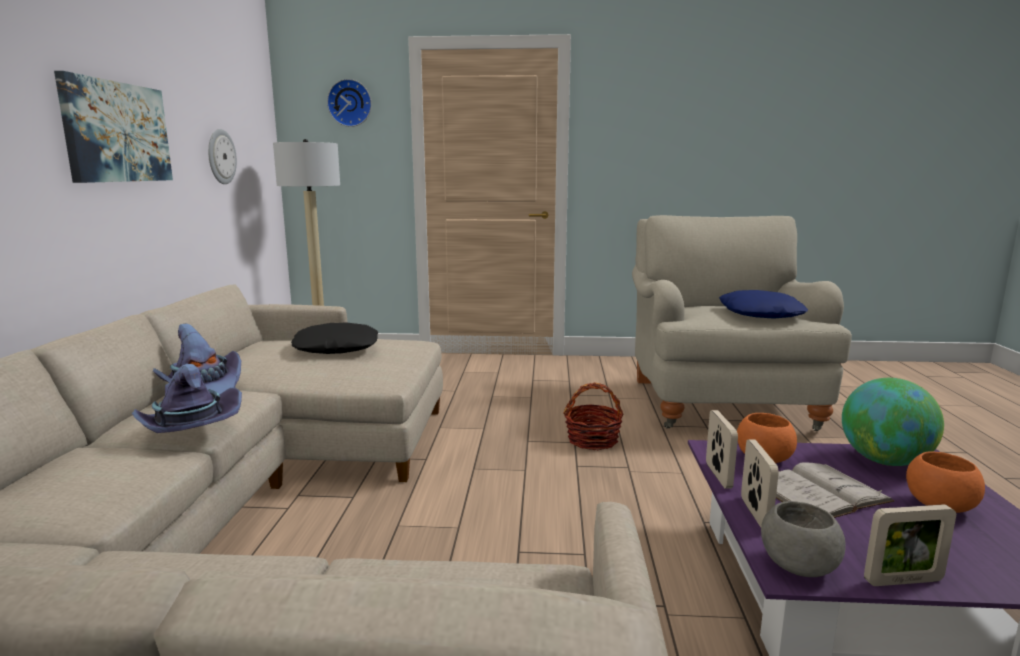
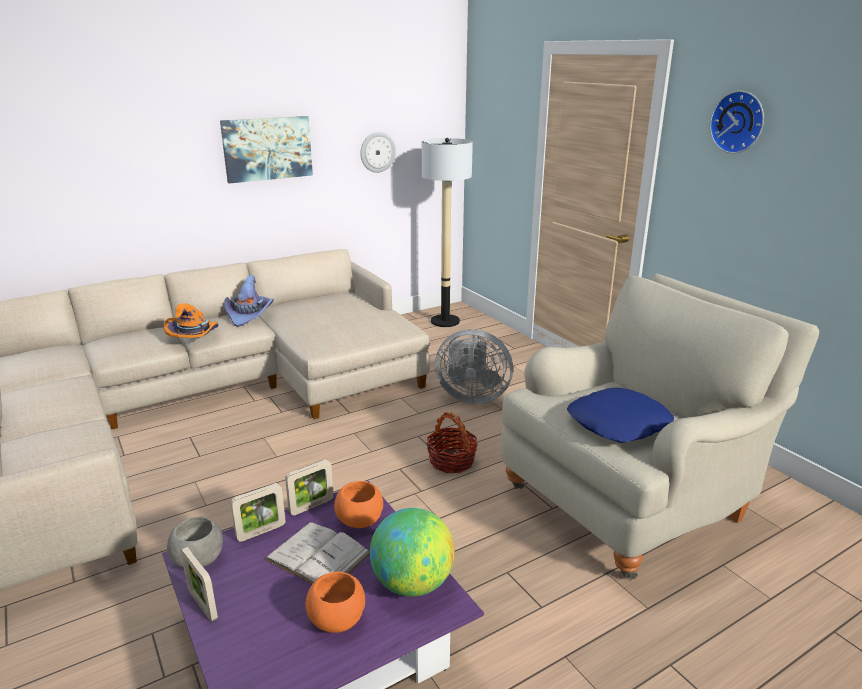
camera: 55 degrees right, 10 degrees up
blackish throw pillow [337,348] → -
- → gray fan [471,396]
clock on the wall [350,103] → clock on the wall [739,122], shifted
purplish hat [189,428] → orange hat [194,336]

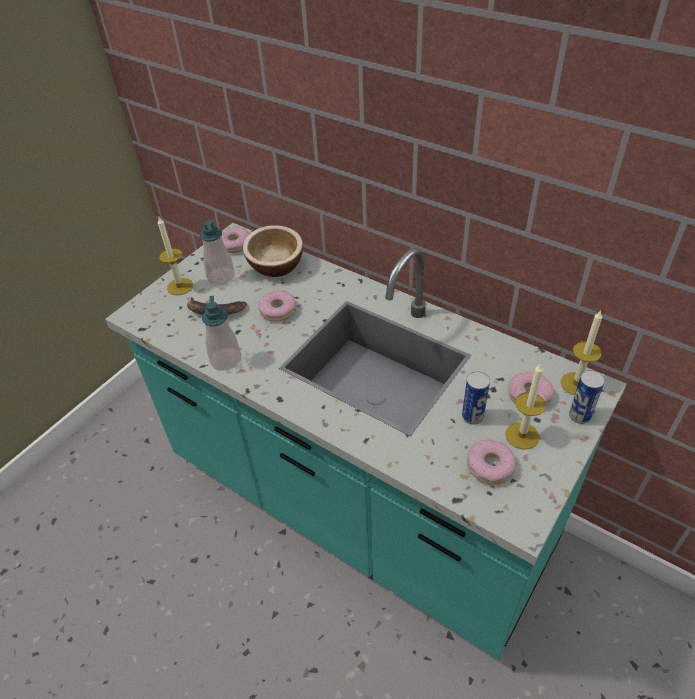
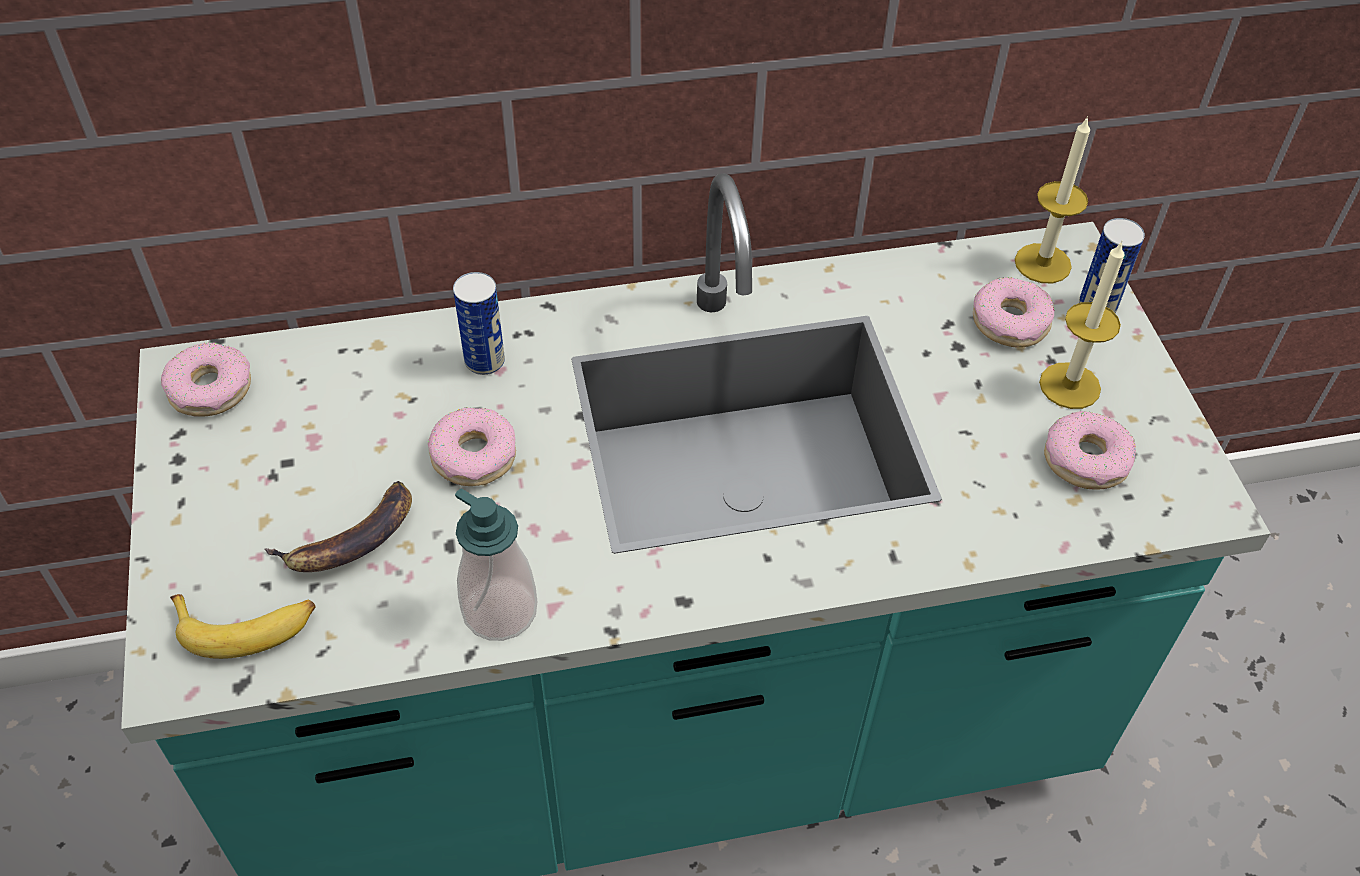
camera: 50 degrees left, 5 degrees up
candle [180,286] → -
soap dispenser [221,276] → -
deep dish [275,265] → -
- → banana fruit [247,626]
sealed can [472,416] → sealed can [484,361], shifted

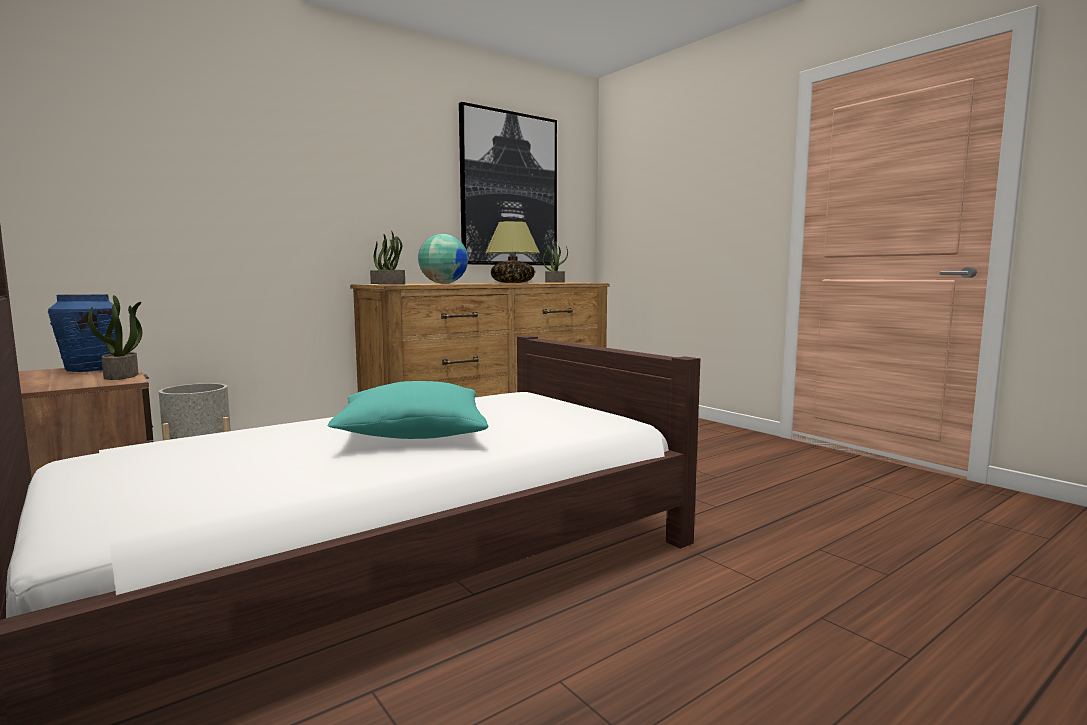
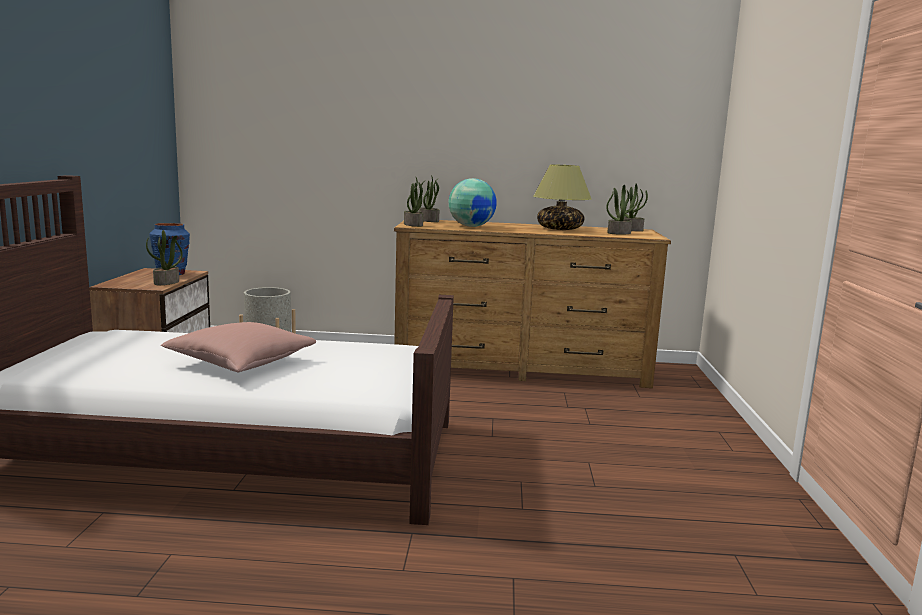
camera: 40 degrees right, 5 degrees up
wall picture [509,190] → -
- → plant in a pot [619,233]
blue-green throw pillow [412,434] → pink throw pillow [241,363]

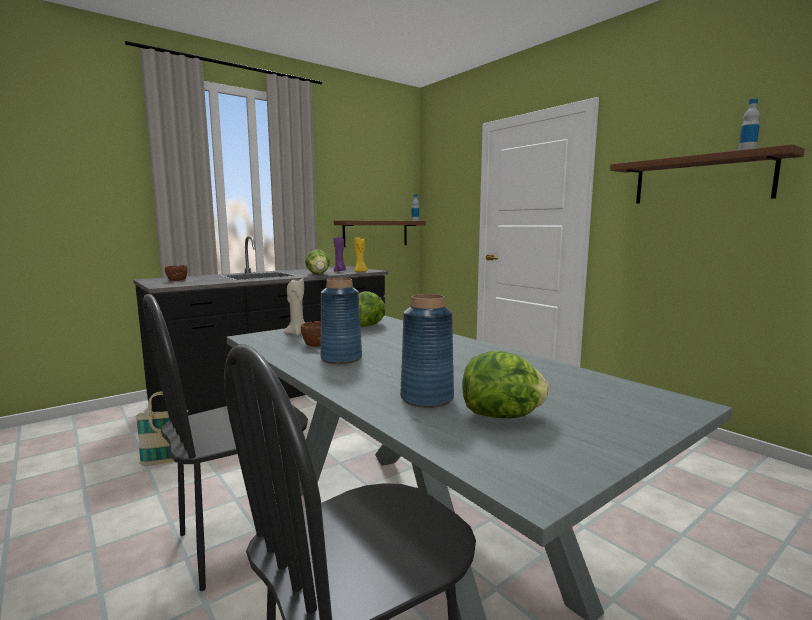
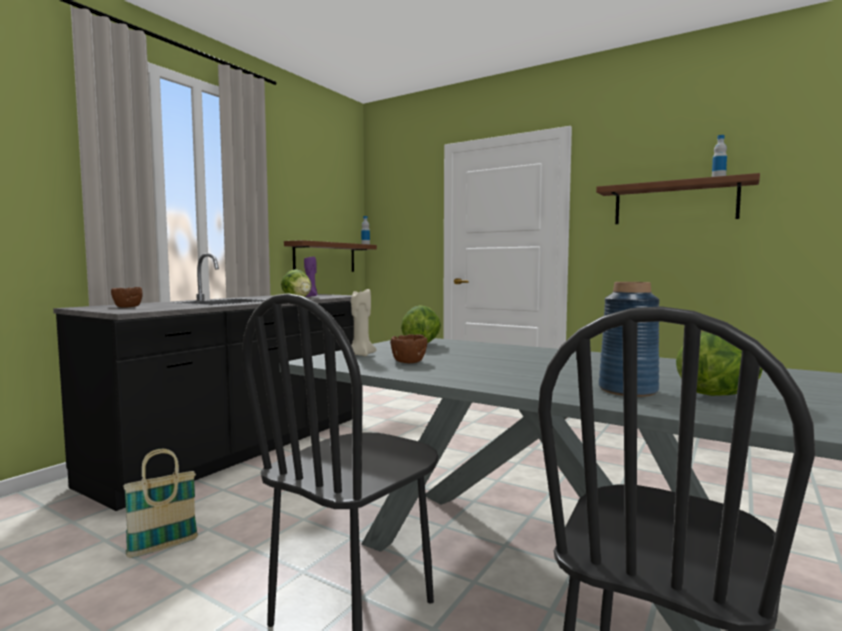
camera: 20 degrees left, 5 degrees down
bluish flower vase [341,358] → -
yellow-coloured candle [360,272] → -

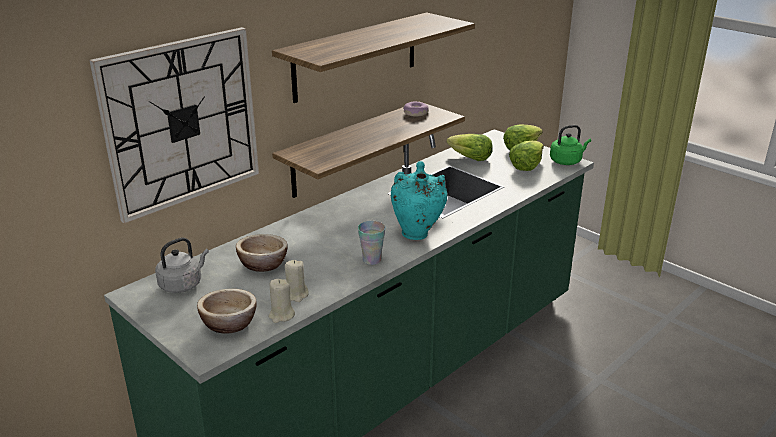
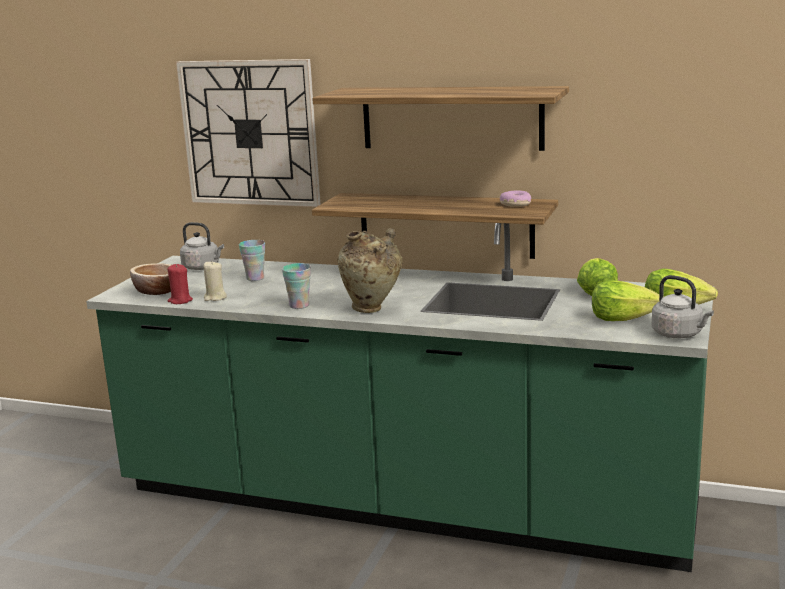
camera: 65 degrees right, 10 degrees down
deep dish [263,264] → cup [255,278]
beige candle [281,315] → red-coloured candle [180,301]
blue-green flower vase [417,233] → beige flower vase [372,309]
green water kettle [567,161] → gray water kettle [679,334]

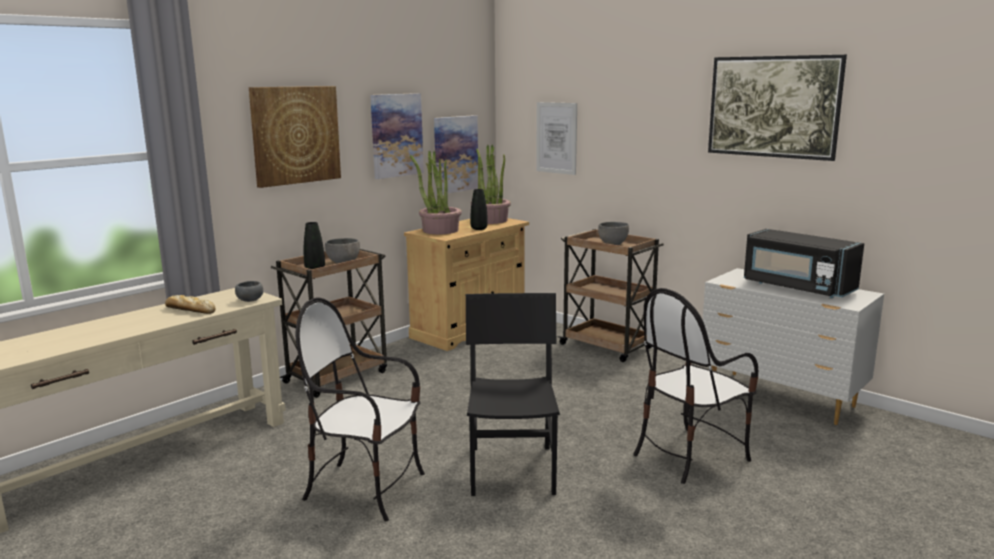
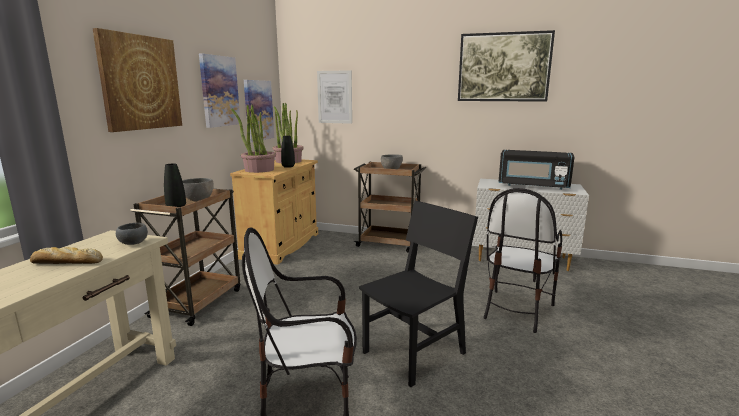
camera: 25 degrees left, 0 degrees up
blackish chair [512,469] → blackish chair [414,353], 75 degrees clockwise

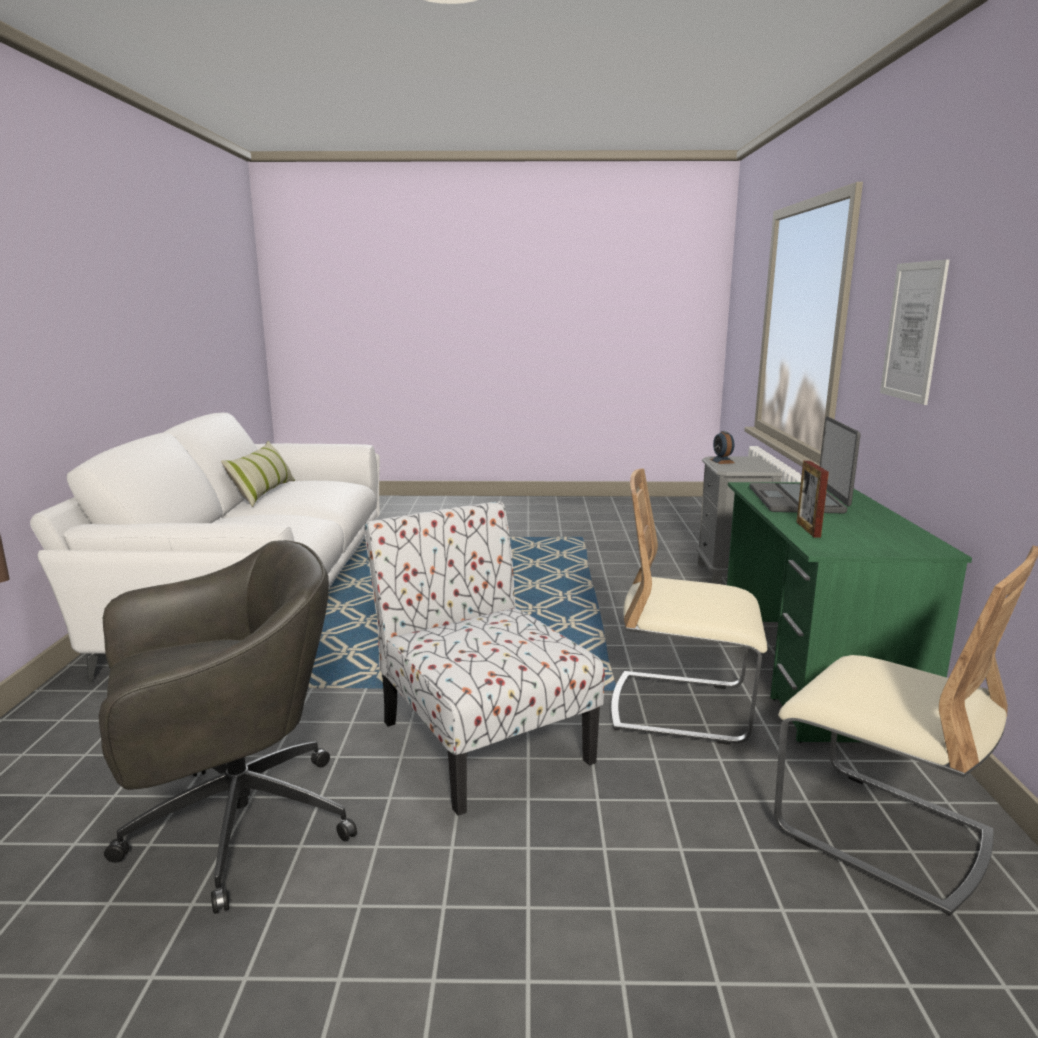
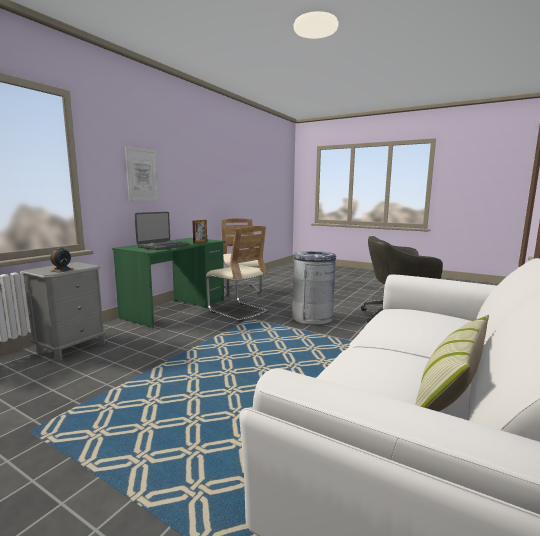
camera: 150 degrees left, 5 degrees down
chair [481,739] → gray waste bin [312,318]

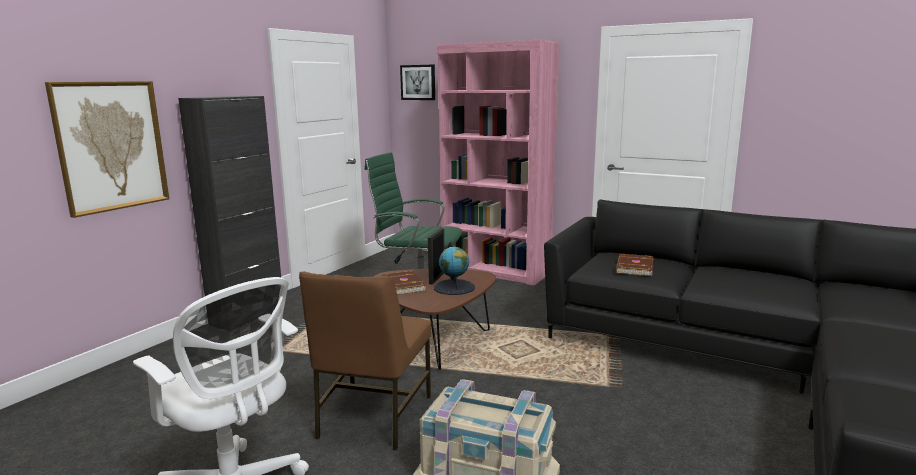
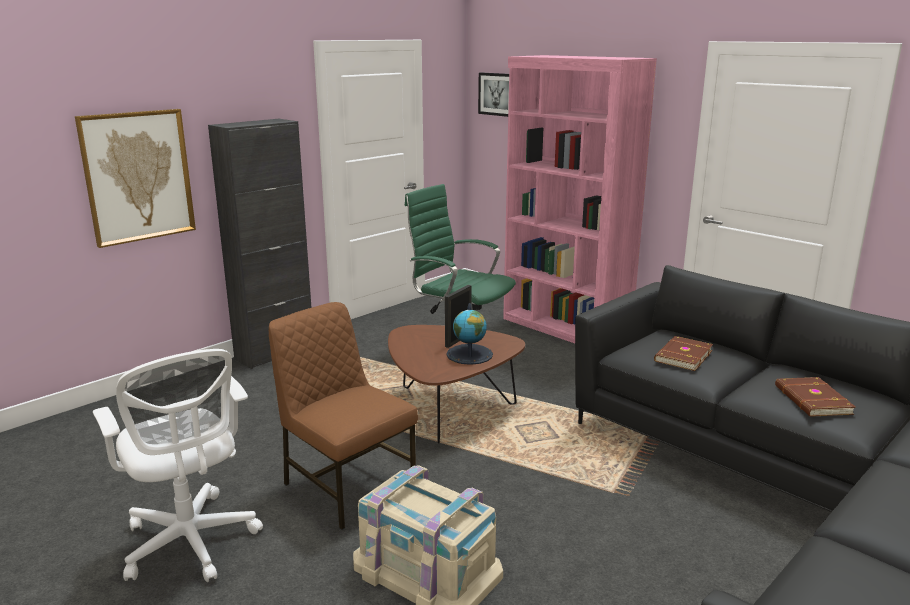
camera: 15 degrees right, 5 degrees up
brown-coloured bound book [402,286] → brown-coloured bound book [811,400], shifted
brown-coloured chair [373,417] → brown-coloured chair [346,485], 105 degrees clockwise

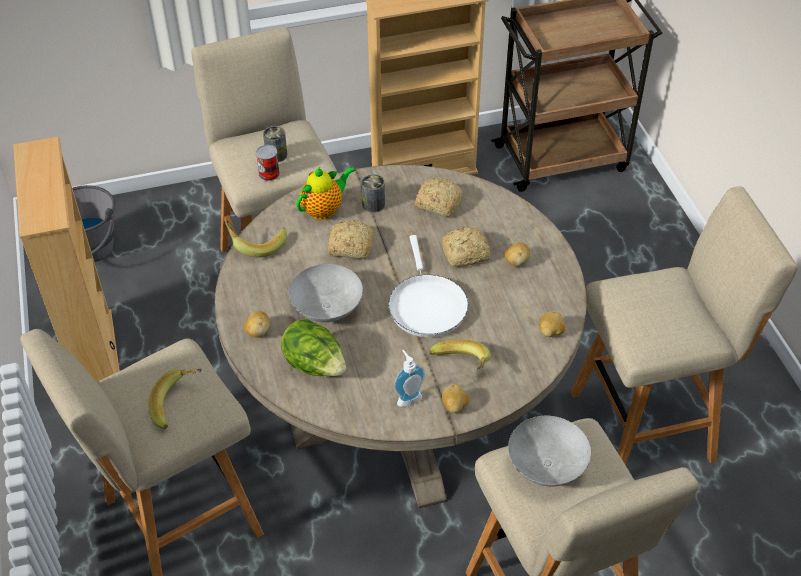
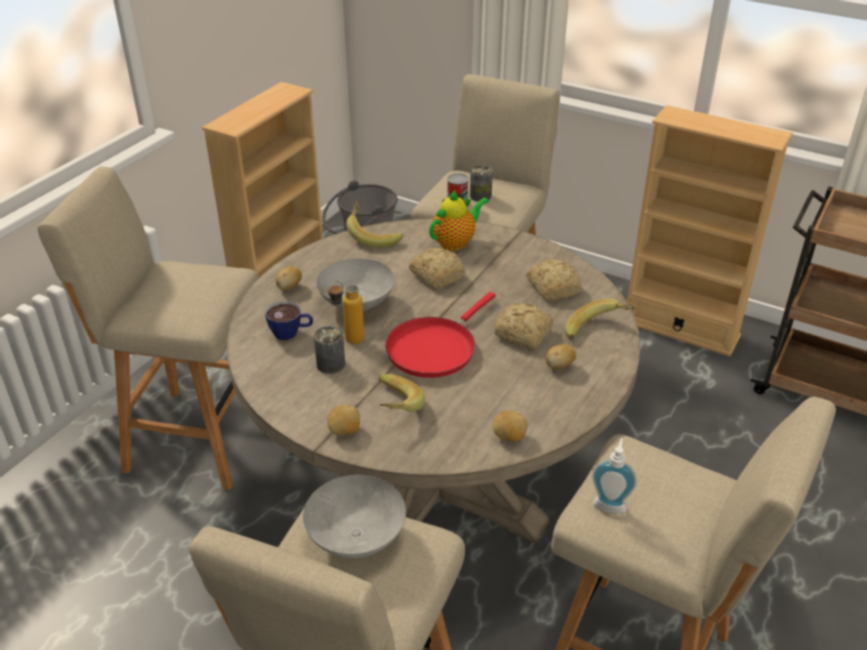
camera: 45 degrees right, 10 degrees down
- → drink bottle [348,342]
banana fruit [178,404] → banana fruit [597,332], shifted
sealed can [373,204] → sealed can [330,364], shifted
soap dispenser [407,398] → soap dispenser [610,504], shifted
lettuce [315,365] → cup [291,333]
whitish frying pan [426,304] → red-coloured frying pan [434,348]
tea pot [324,209] → tea pot [456,242], 45 degrees counterclockwise

